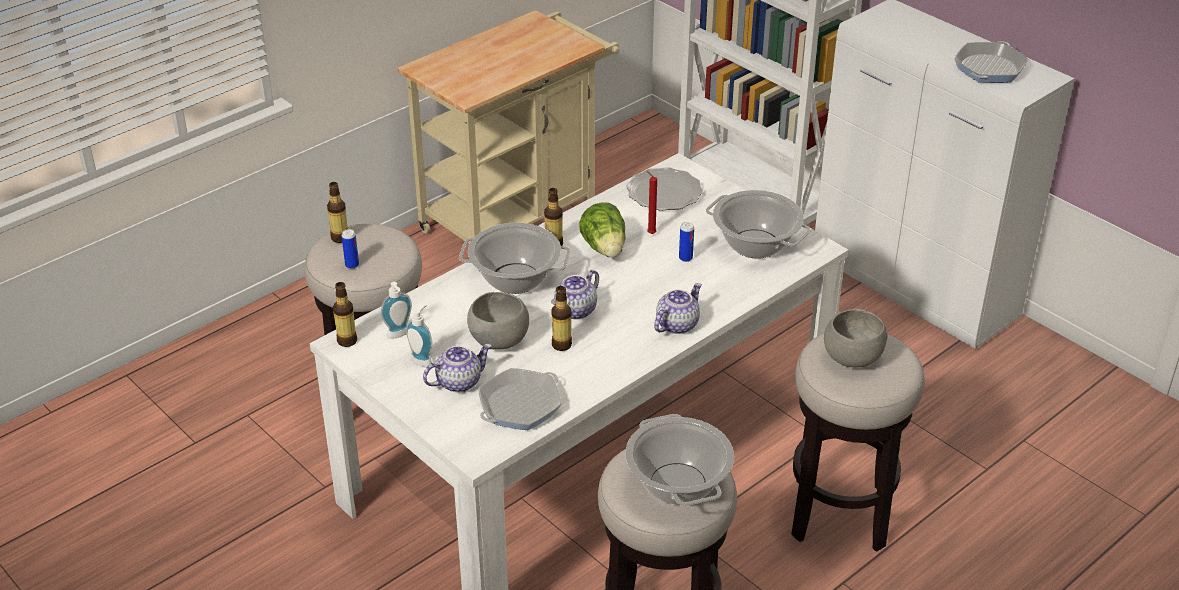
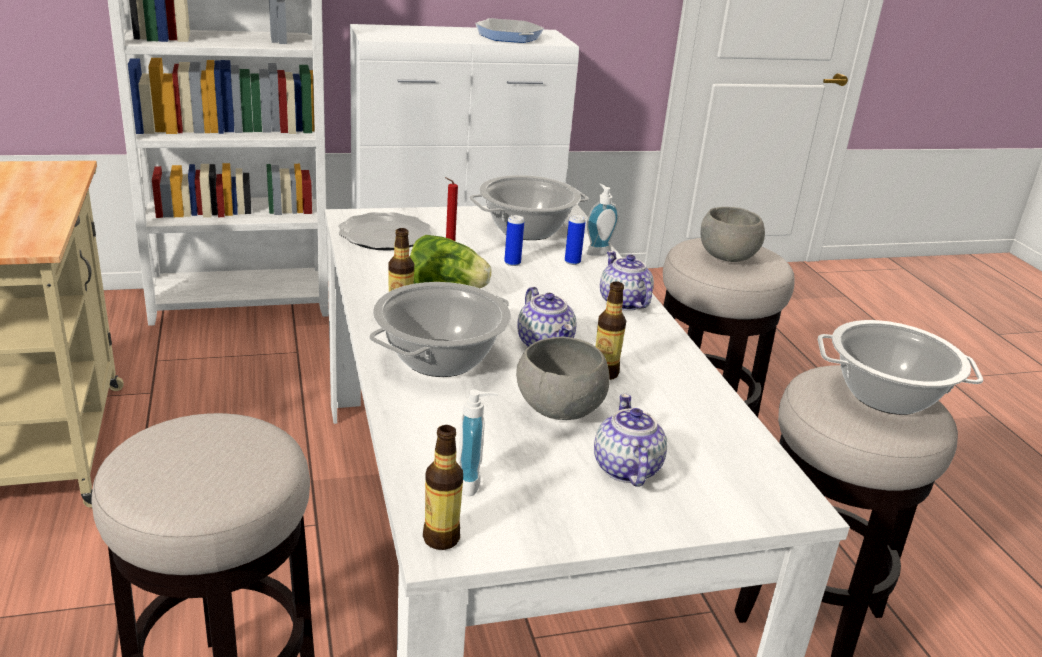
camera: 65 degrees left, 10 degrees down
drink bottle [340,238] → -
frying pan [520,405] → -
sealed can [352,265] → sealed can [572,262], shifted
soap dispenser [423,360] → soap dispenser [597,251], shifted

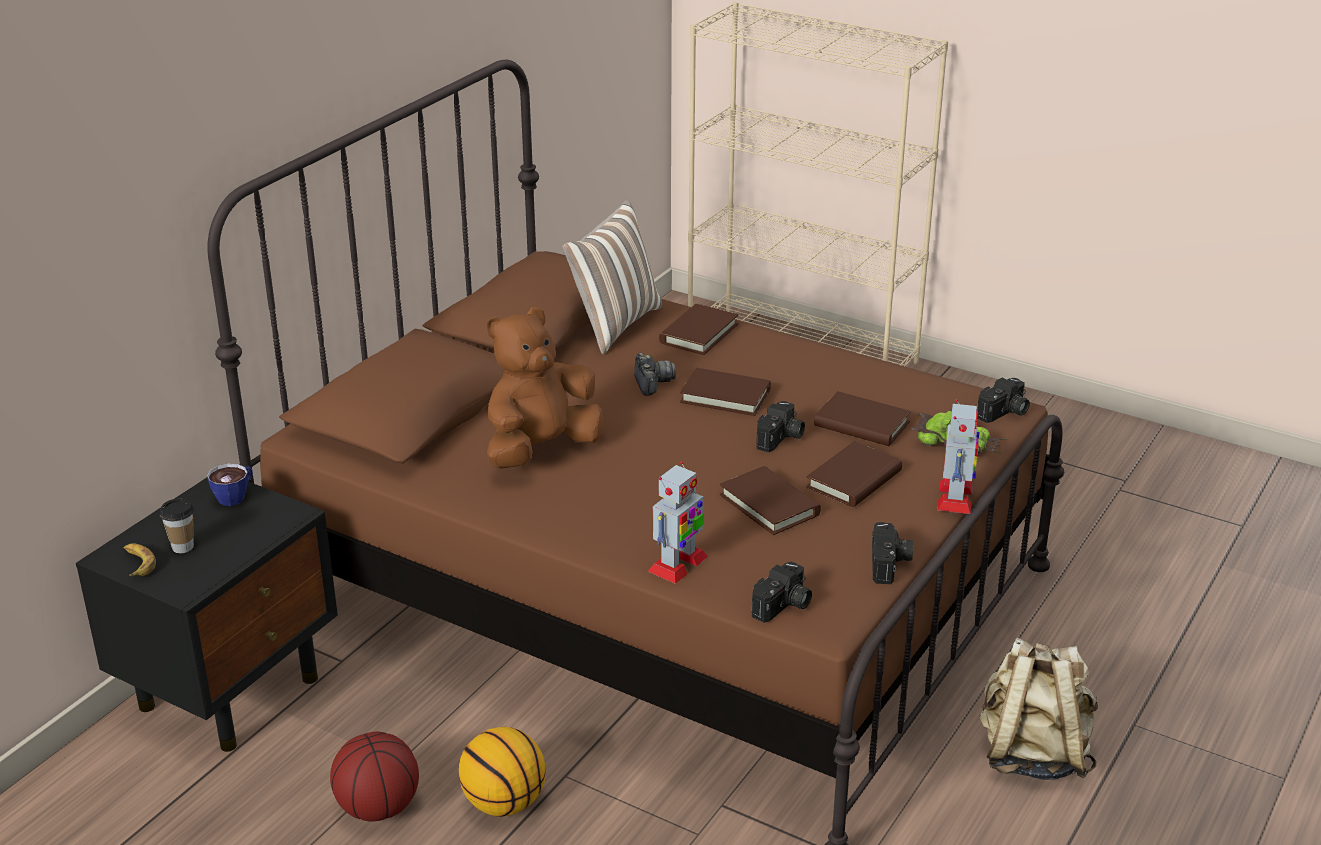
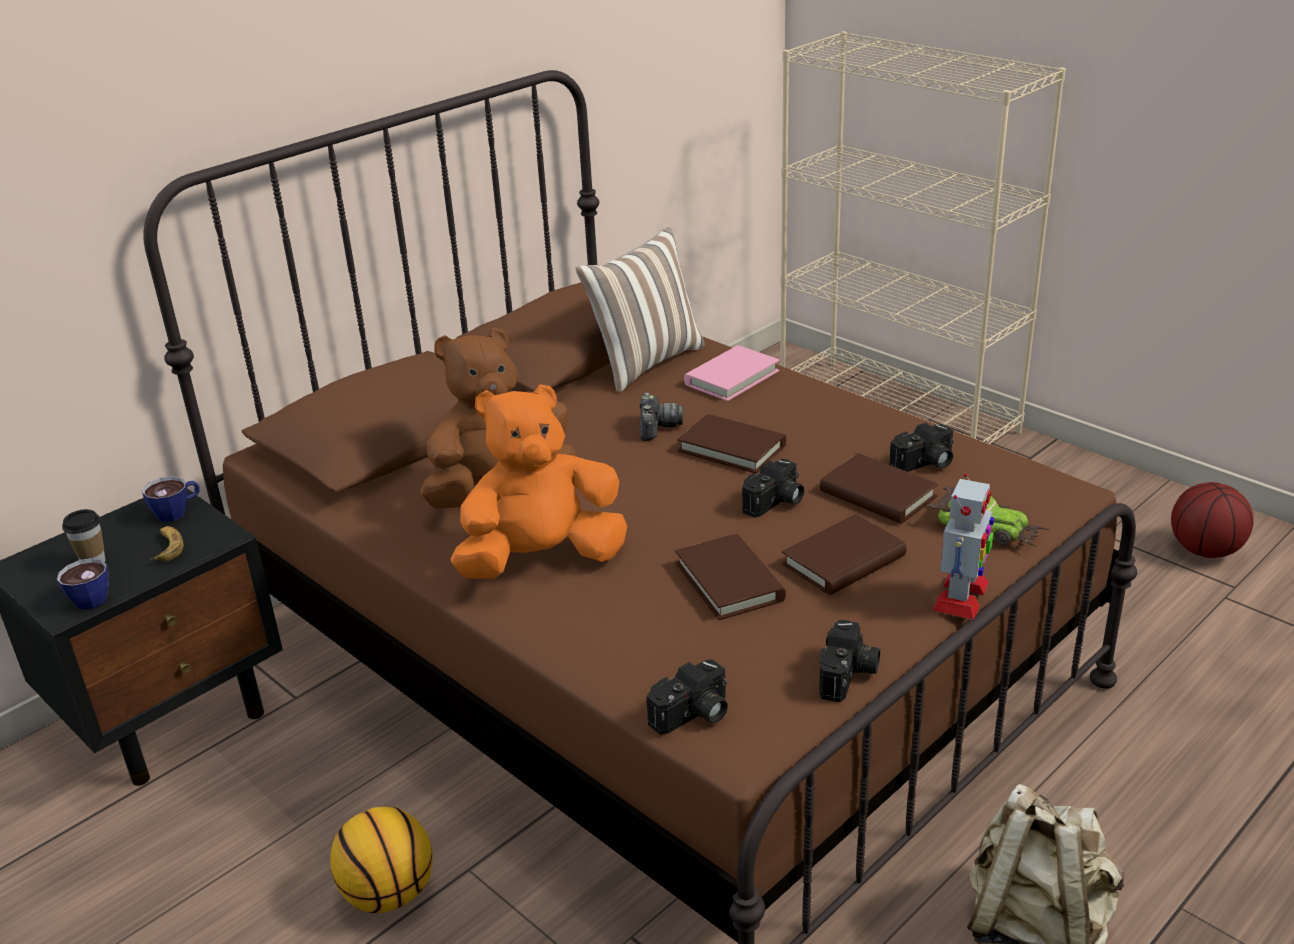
camera: 15 degrees right, 0 degrees up
model robot [677,564] → -
- → cup [88,597]
- → orange plush toy [542,560]
banana fruit [137,563] → banana fruit [167,548], shifted
ball for basketball [378,807] → ball for basketball [1205,550], shifted
still camera [1004,413] → still camera [924,464], shifted
brown-coloured bound book [698,333] → pink bound book [732,378]

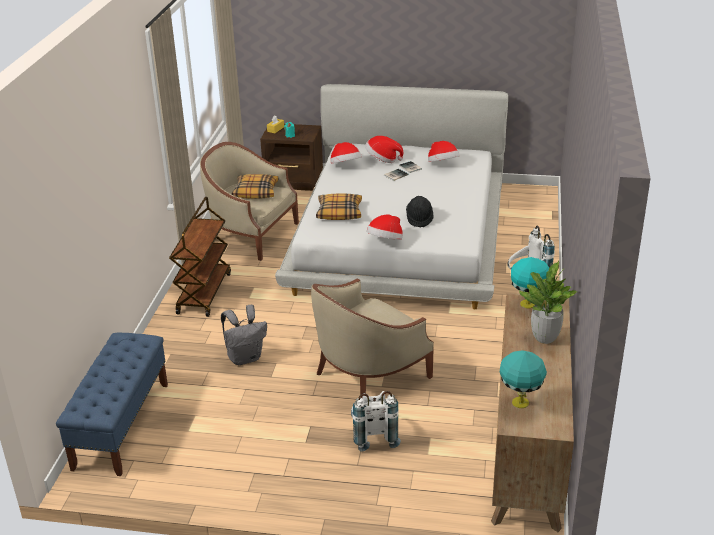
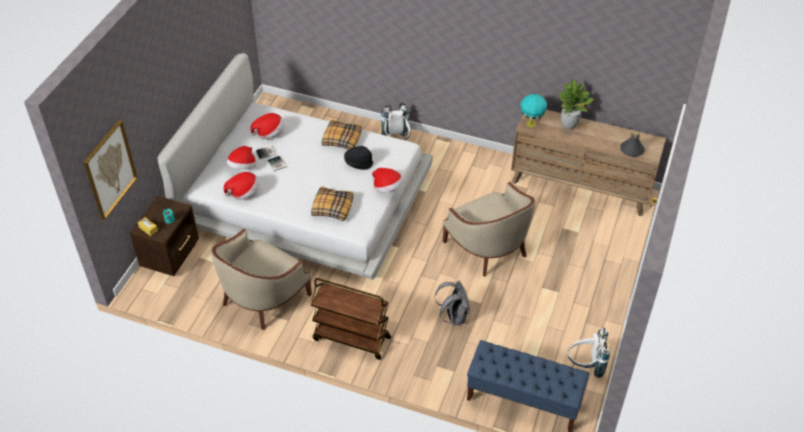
camera: 80 degrees left, 15 degrees up
- → wall picture [110,169]
throw pillow [256,192] → throw pillow [341,139], shifted
whitish rucksack [373,436] → whitish rucksack [585,366], shifted
blue-green tabletop lamp [519,403] → gray drink bottle [632,150]

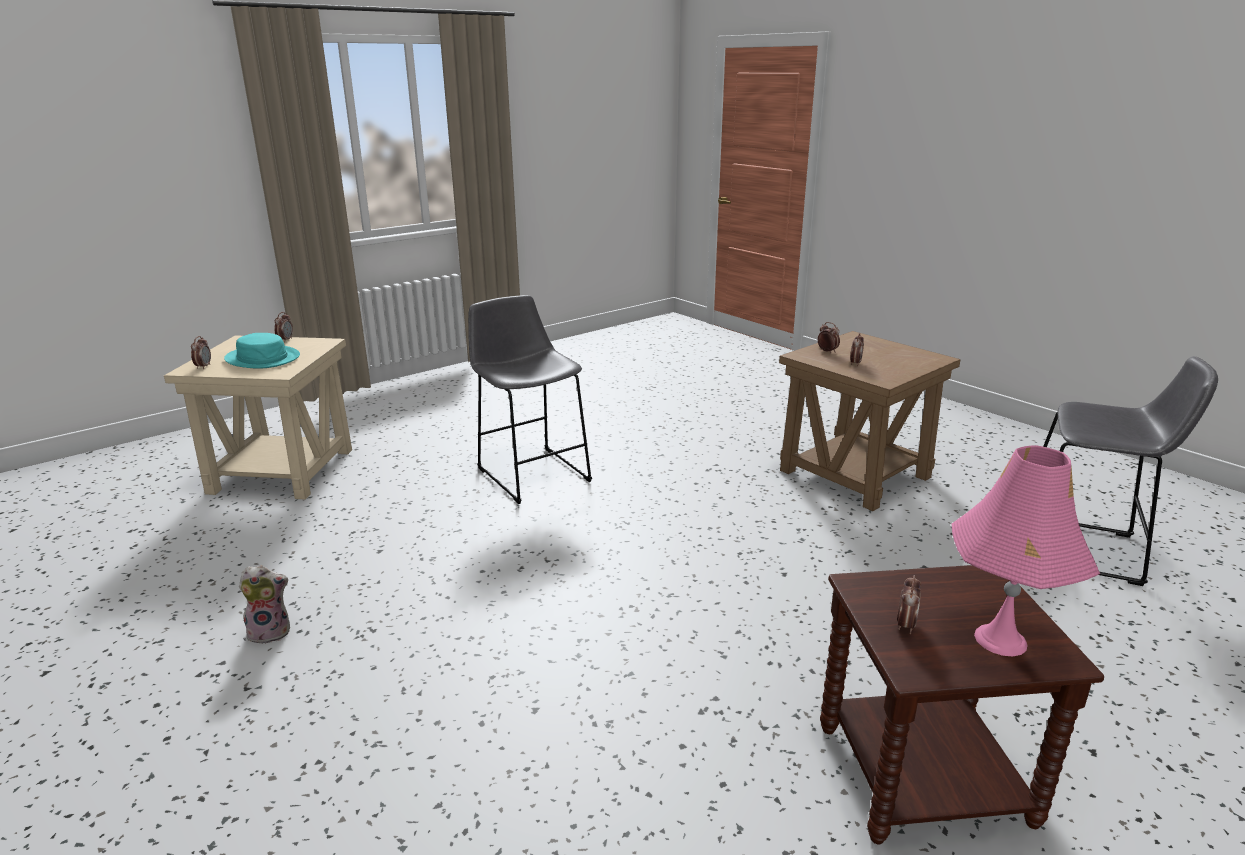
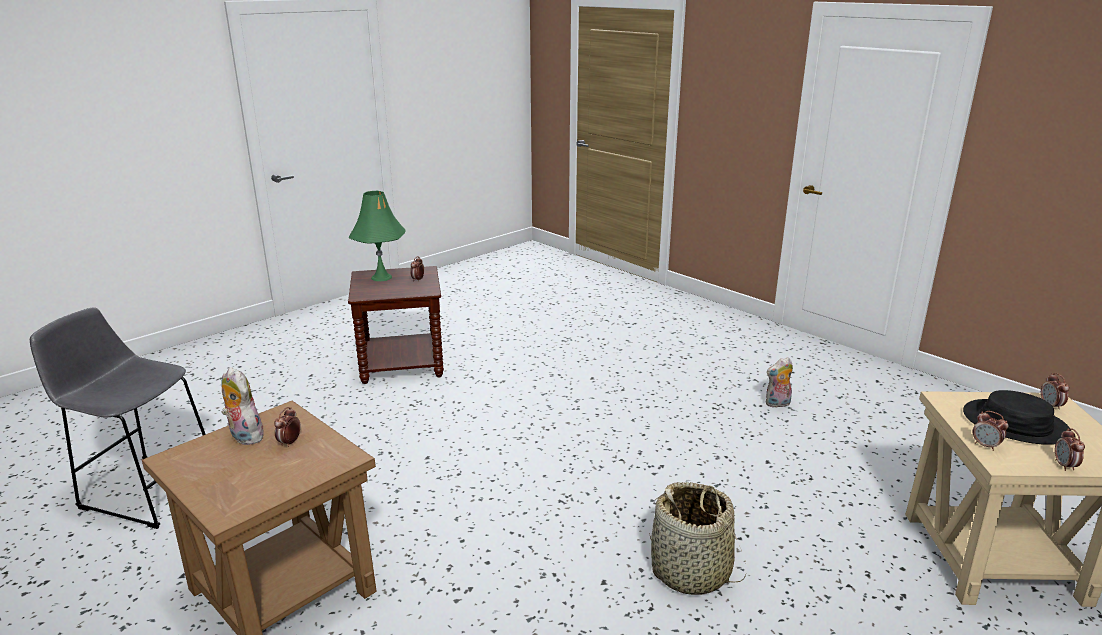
camera: 175 degrees right, 0 degrees up
- → plush toy [244,436]
alarm clock [827,351] → alarm clock [985,446], shifted
gray stool [531,472] → basket [691,571]
blue-green hat [263,358] → blackish hat [1015,424]
pink tabletop lamp [1000,640] → green tabletop lamp [381,277]

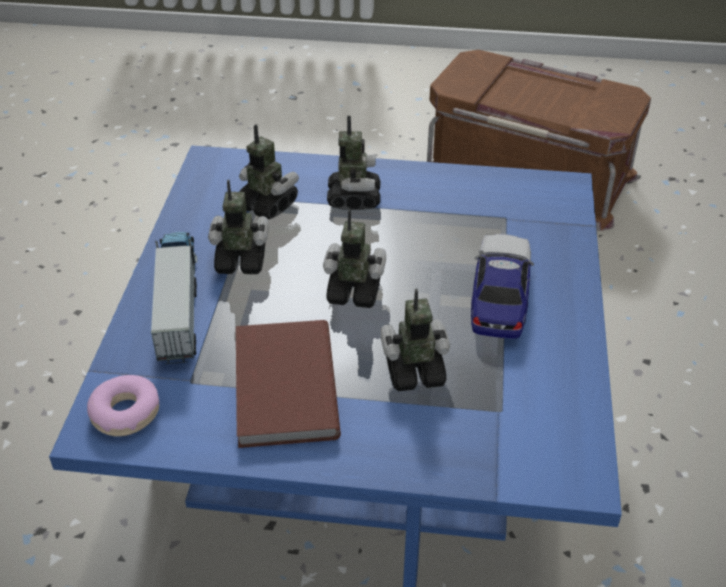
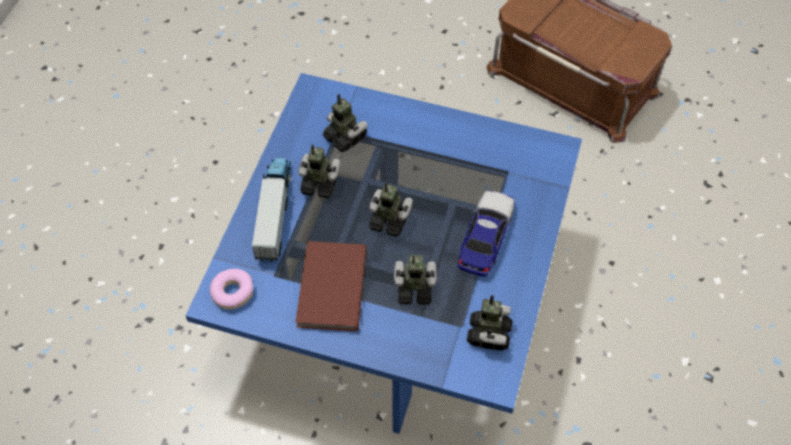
camera: 10 degrees right, 15 degrees up
model robot [354,199] → model robot [489,334], shifted

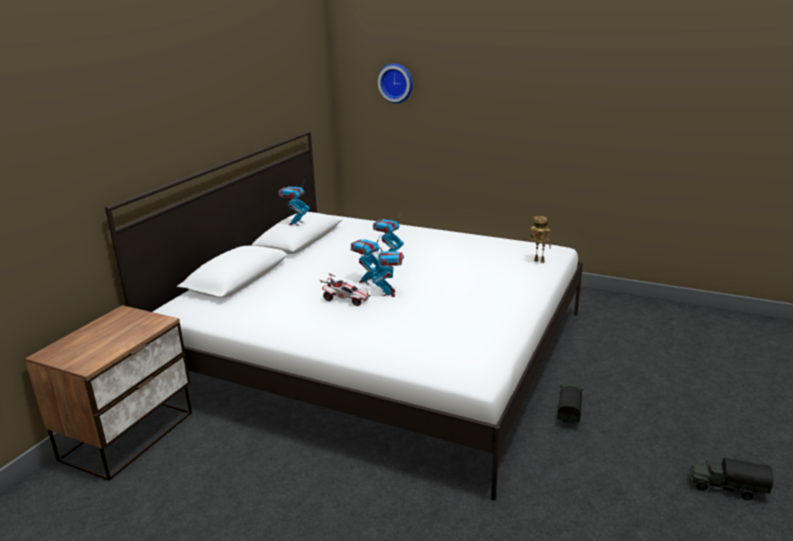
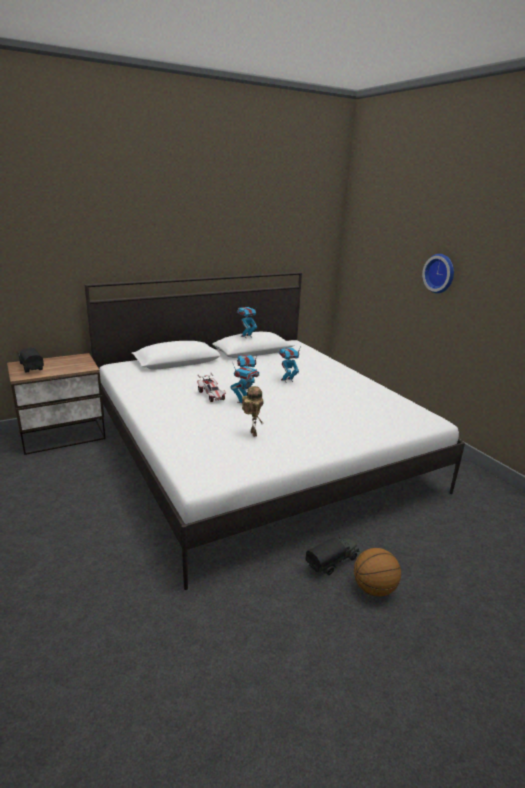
camera: 35 degrees right, 0 degrees up
- → ball for basketball [374,589]
clock on the wall [396,83] → clock on the wall [440,273], shifted
model robot [538,261] → model robot [252,433], shifted
toy lorry [726,488] → toy lorry [31,367], shifted

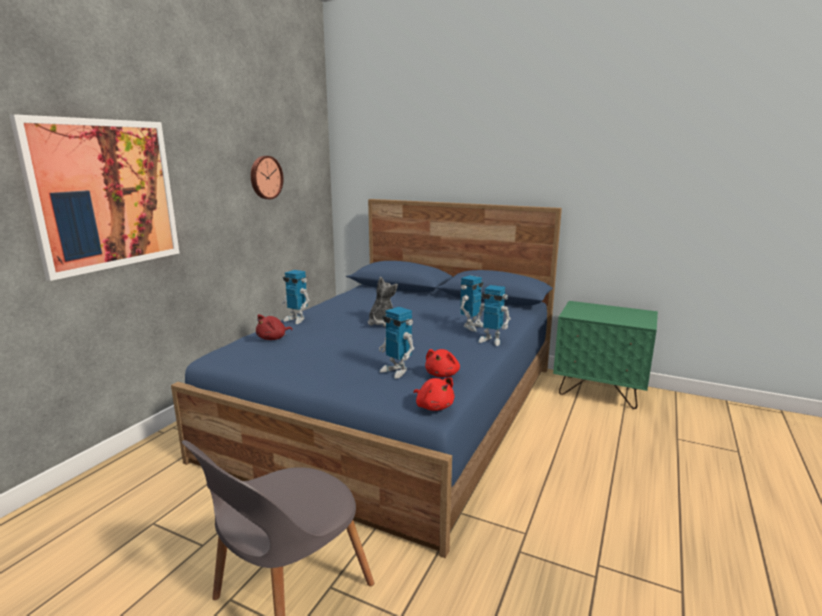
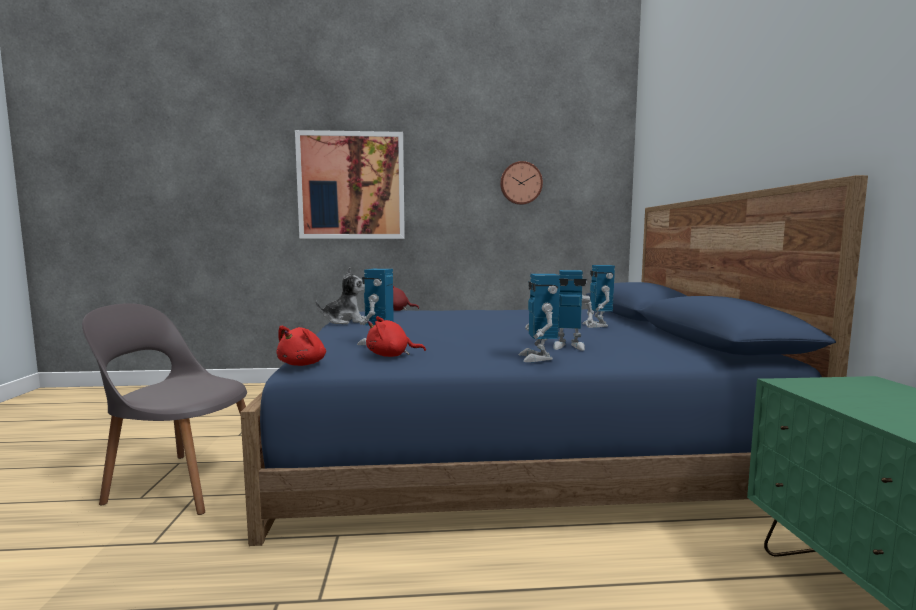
camera: 60 degrees right, 10 degrees down
model robot [296,320] → model robot [597,325], shifted
plush toy [382,323] → plush toy [345,321], shifted

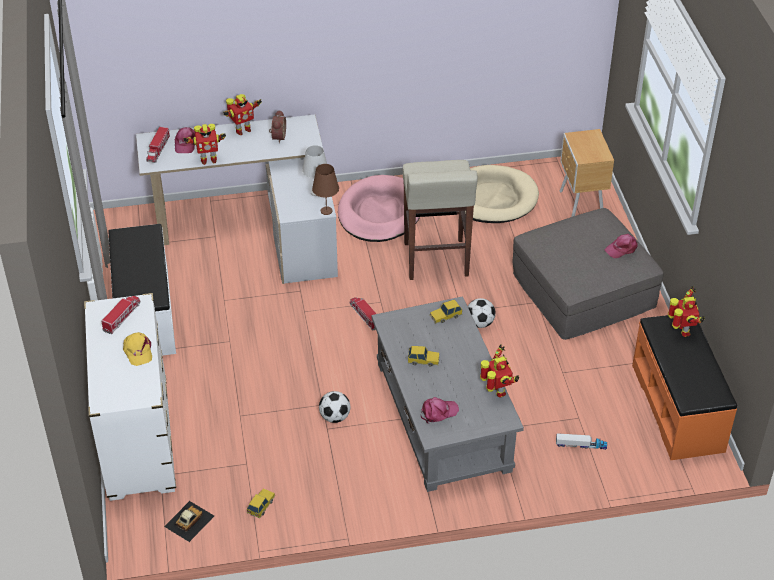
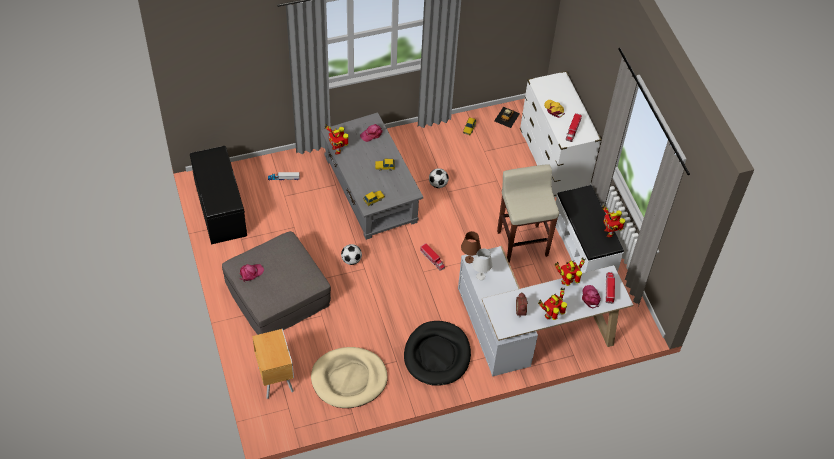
camera: 170 degrees right, 10 degrees up
beige stool [436,260] → beige stool [522,243], shifted
model robot [682,331] → model robot [609,232], shifted
pink pet bed [379,212] → blackish pet bed [437,355]
orange indoor bench [678,407] → blackish indoor bench [219,208]

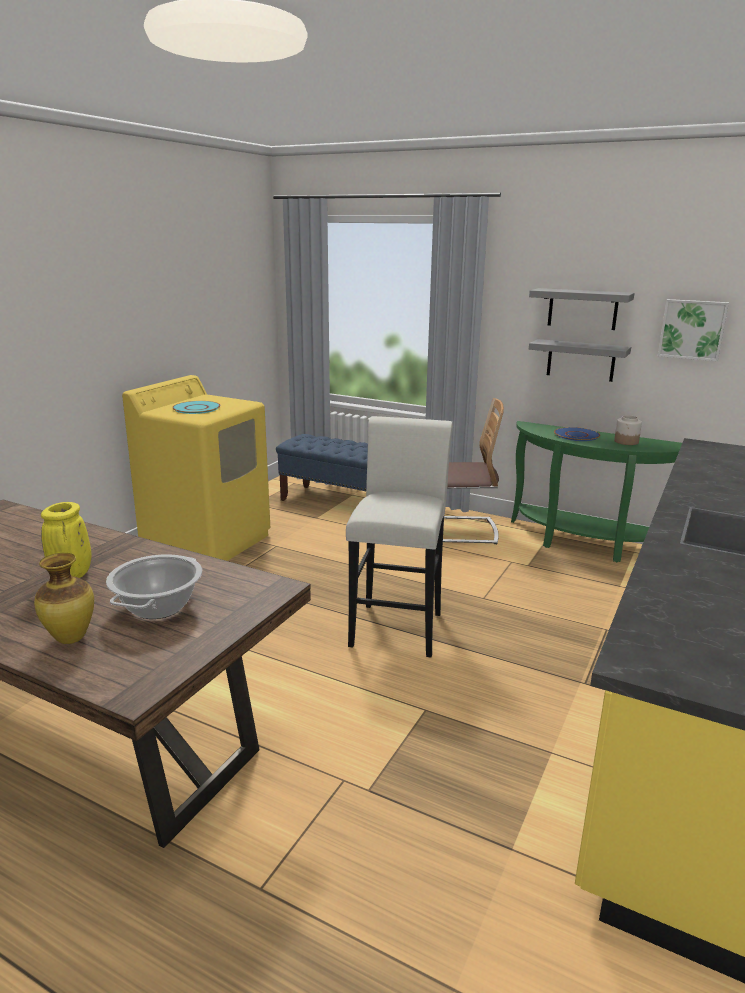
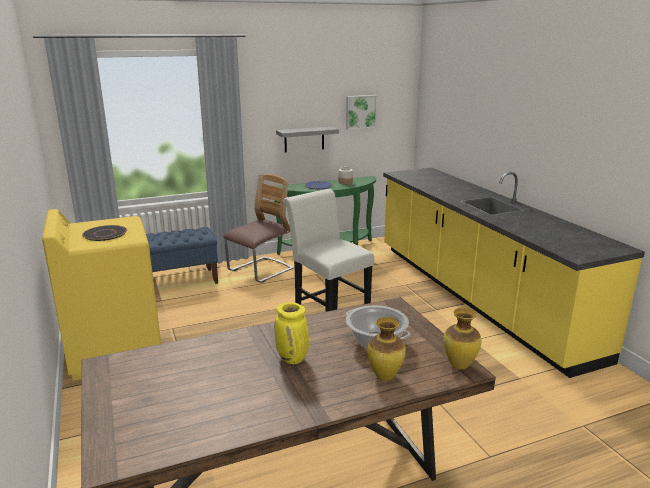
camera: 50 degrees left, 0 degrees up
gray wall shelf [582,309] → -
- → flower vase [459,365]
blue-green dinner plate [196,408] → blackish dinner plate [104,234]

